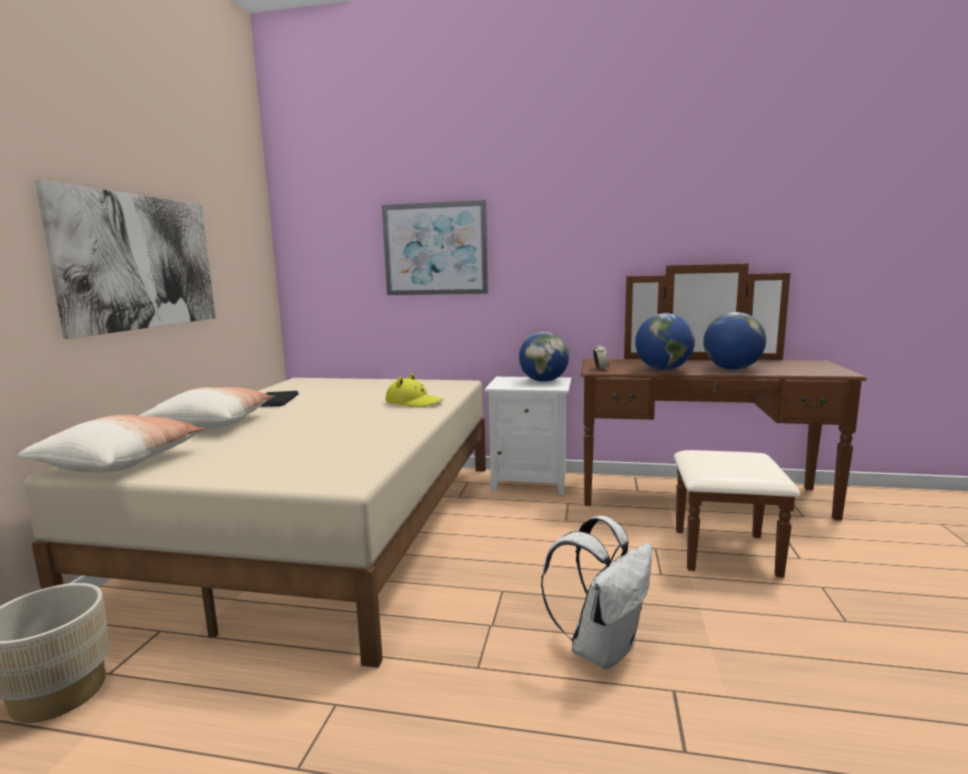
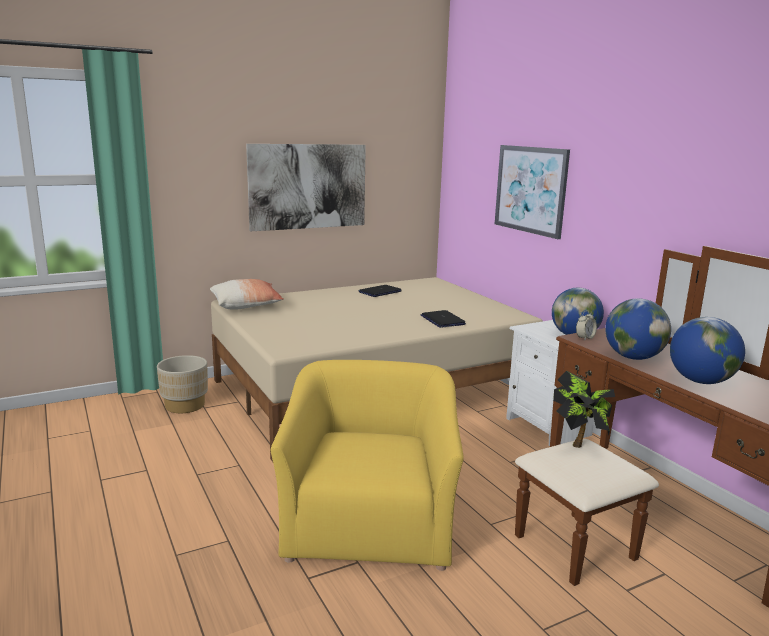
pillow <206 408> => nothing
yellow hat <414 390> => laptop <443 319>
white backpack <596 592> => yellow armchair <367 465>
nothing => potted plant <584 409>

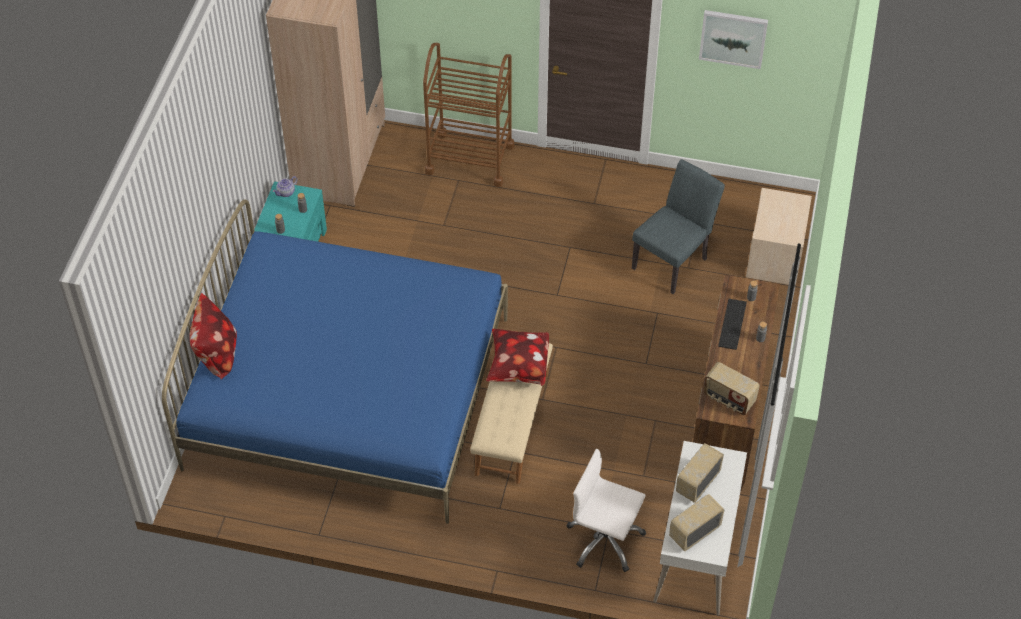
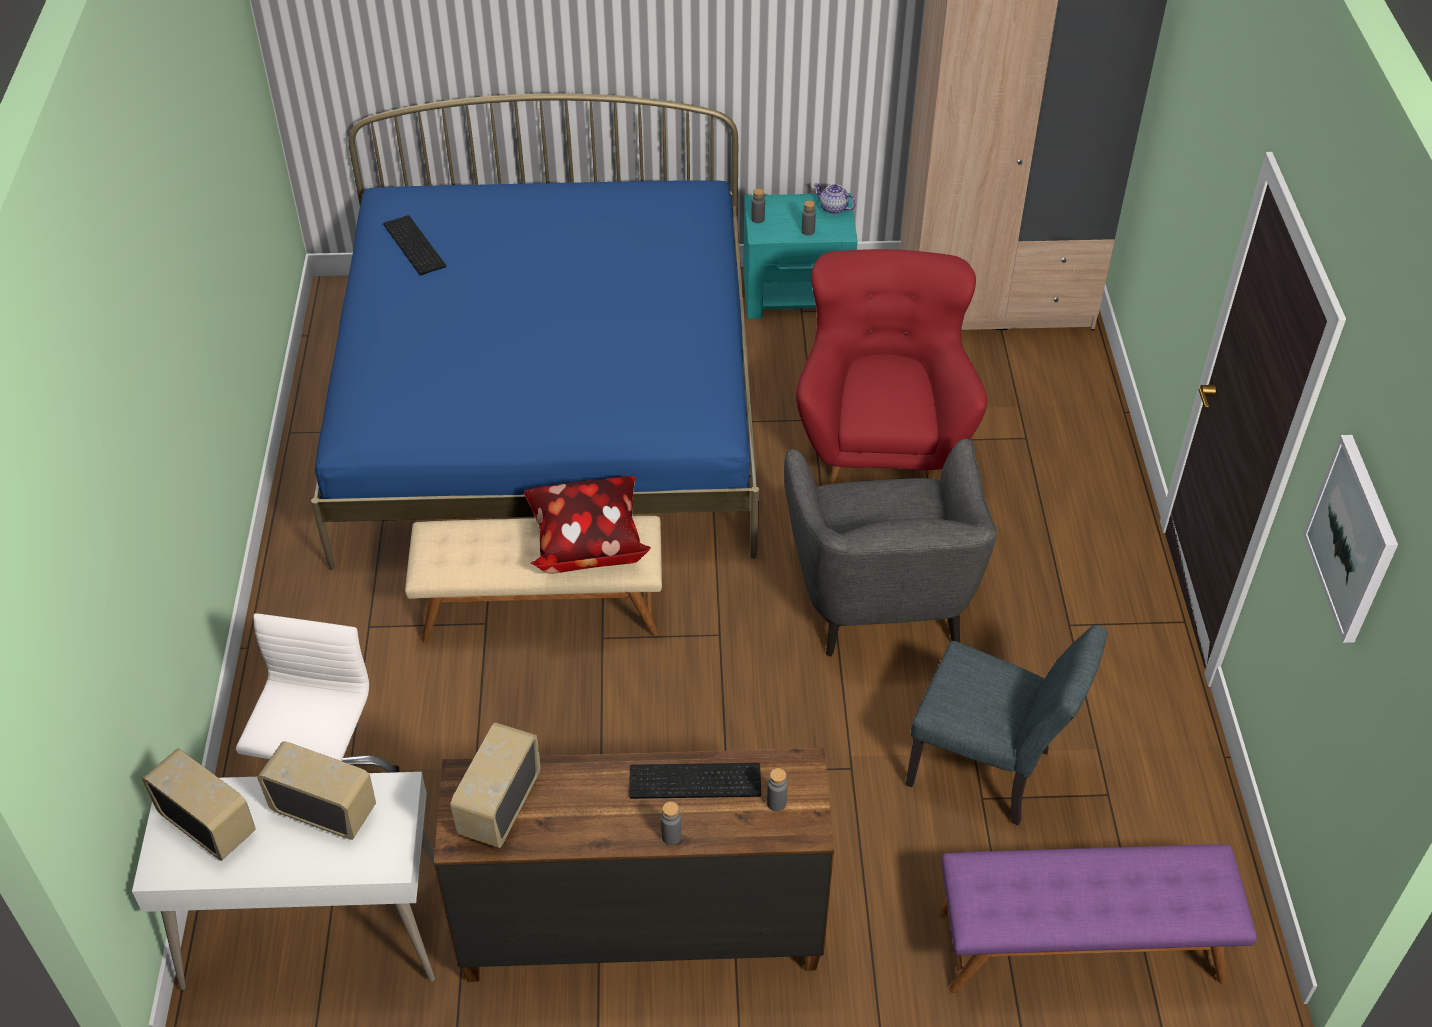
pillow <213 336> => nothing
brown cart <468 115> => nothing
beige nightstand <779 236> => purple bench <1098 918>
nothing => keyboard <414 245>
nothing => grey armchair <890 547>
nothing => red armchair <891 366>

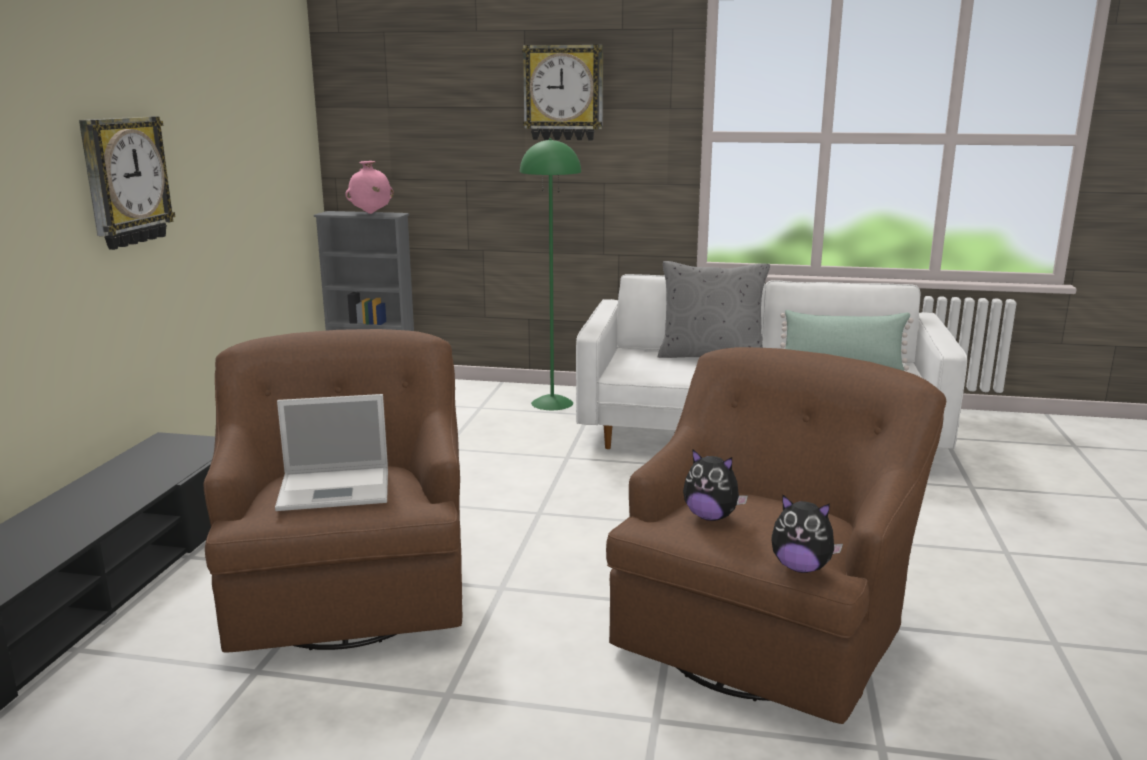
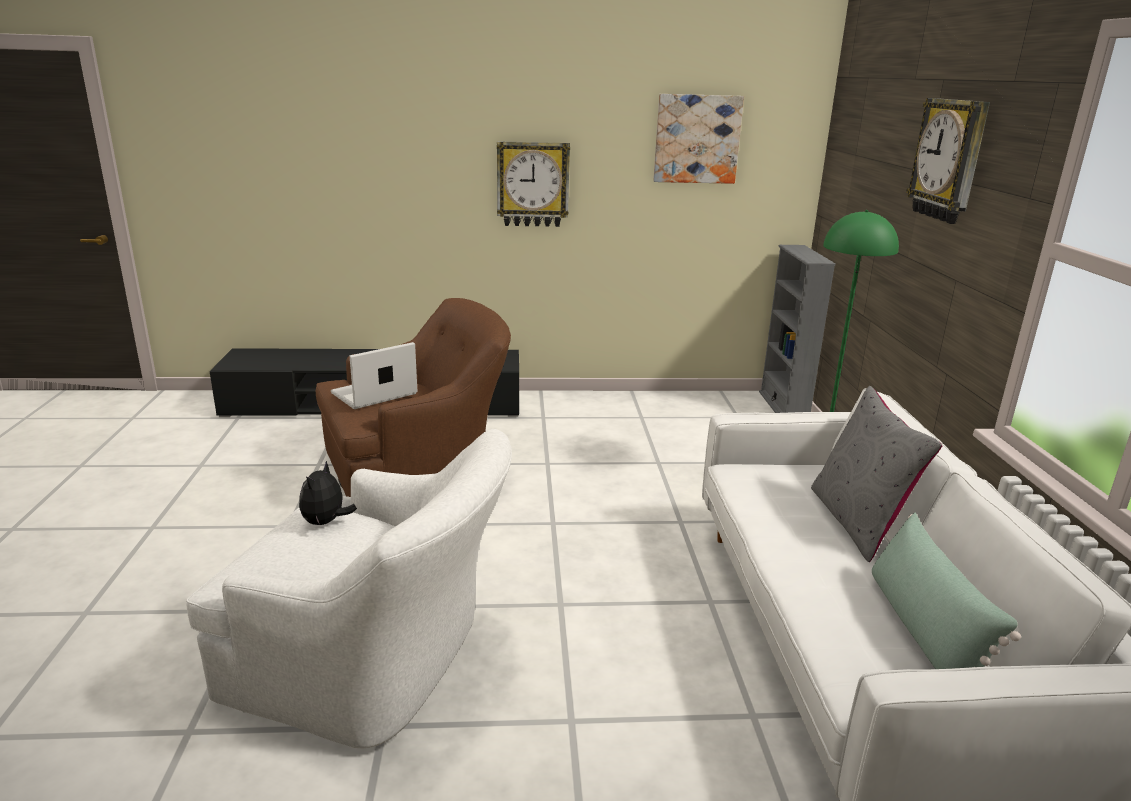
laptop <331 452> => laptop <374 375>, 75 degrees clockwise
pink vase <369 187> => nothing
brown armchair <776 535> => white armchair <349 588>
plush toy <807 534> => nothing
nothing => picture <698 139>

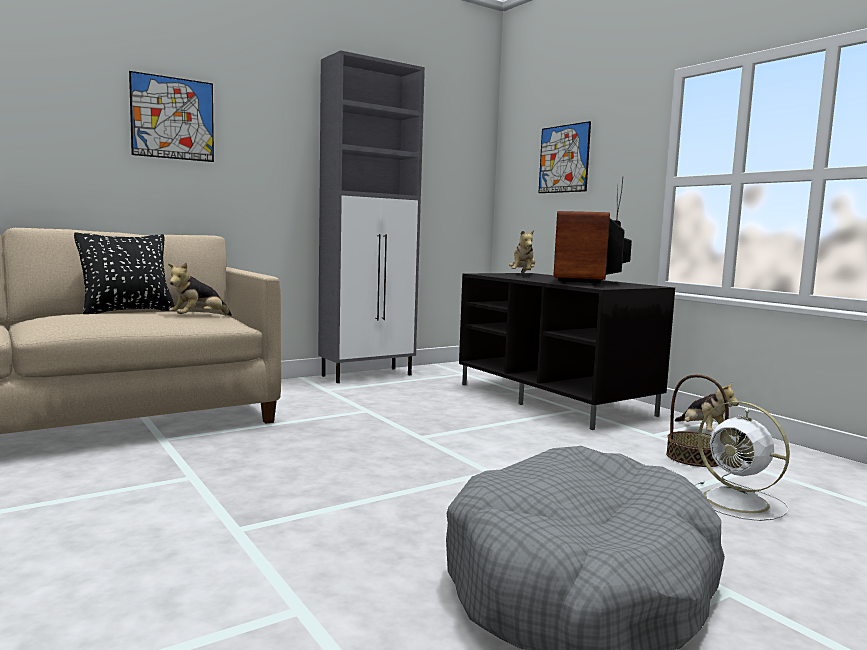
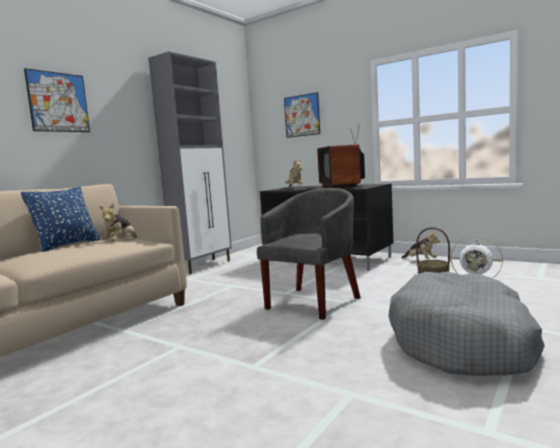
black pillow <124 273> => blue pillow <60 219>
nothing => grey armchair <309 254>

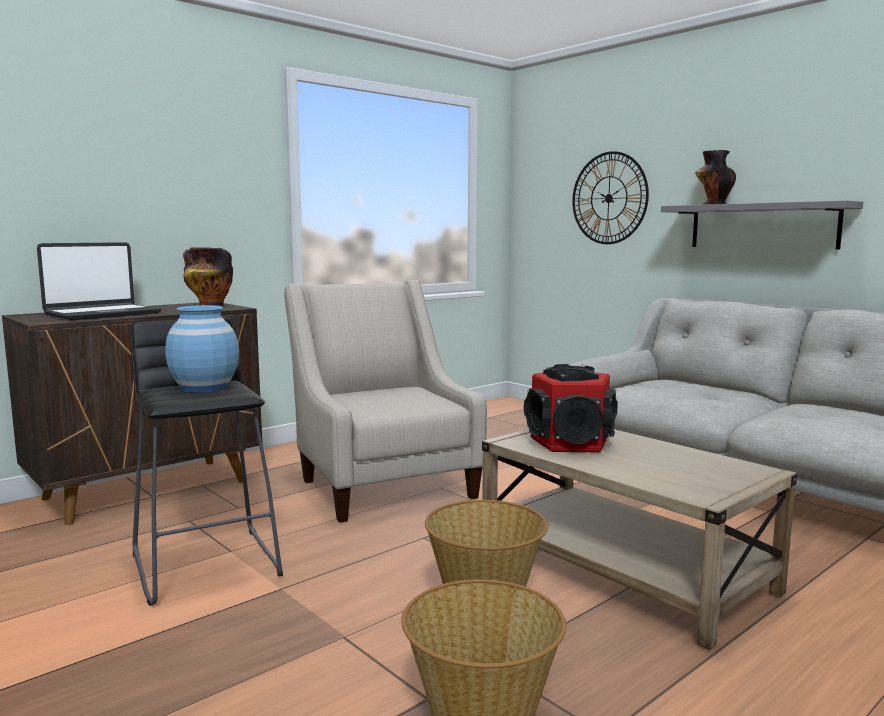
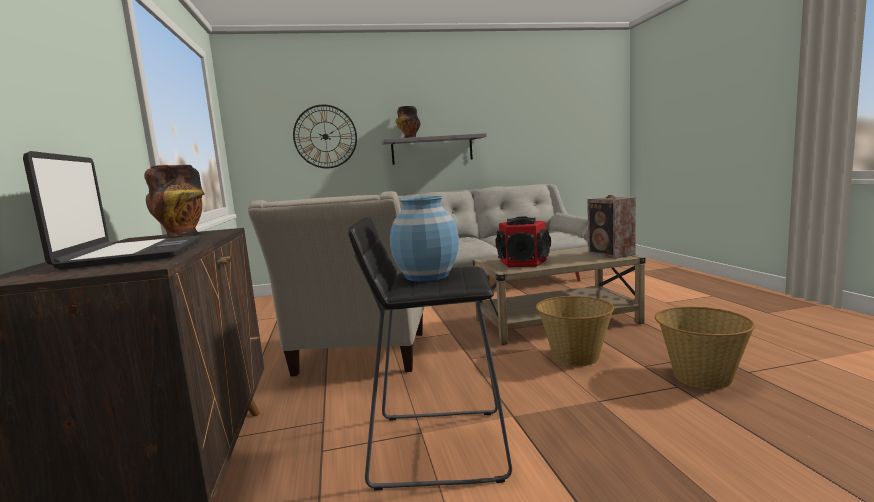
beige armchair <385 401> => beige armchair <336 283>, 90 degrees counterclockwise
nothing => speaker <611 227>

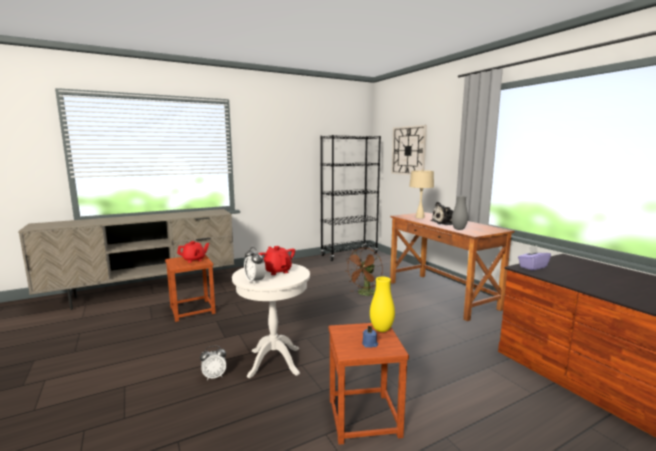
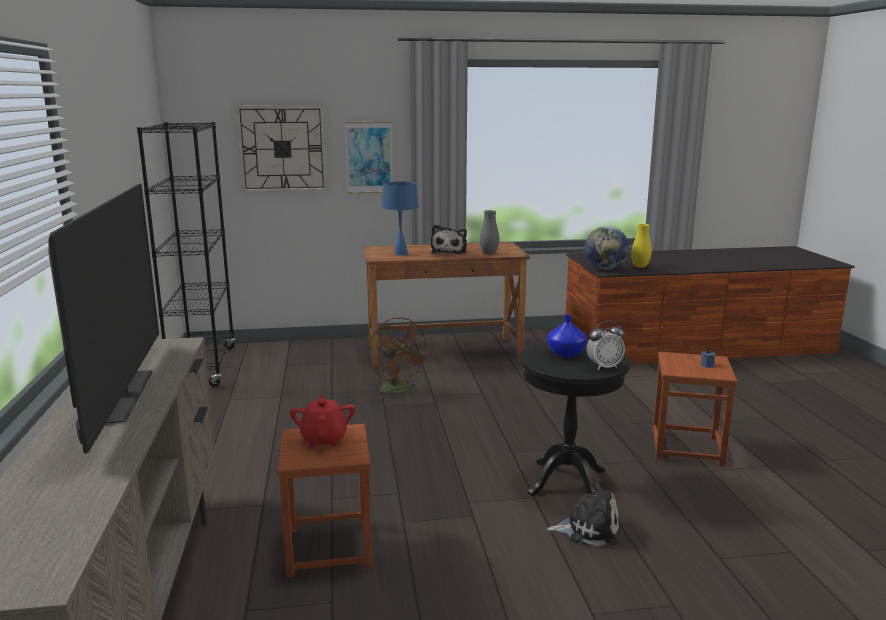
alarm clock <213 363> => plush toy <583 514>
white side table <271 321> => black side table <575 418>
red teapot <276 260> => blue vase <567 336>
yellow vase <382 304> => yellow vase <641 246>, moved
beige table lamp <421 194> => blue table lamp <400 218>
purple tissue box <534 257> => globe <607 248>
nothing => television <103 318>
nothing => picture <369 158>

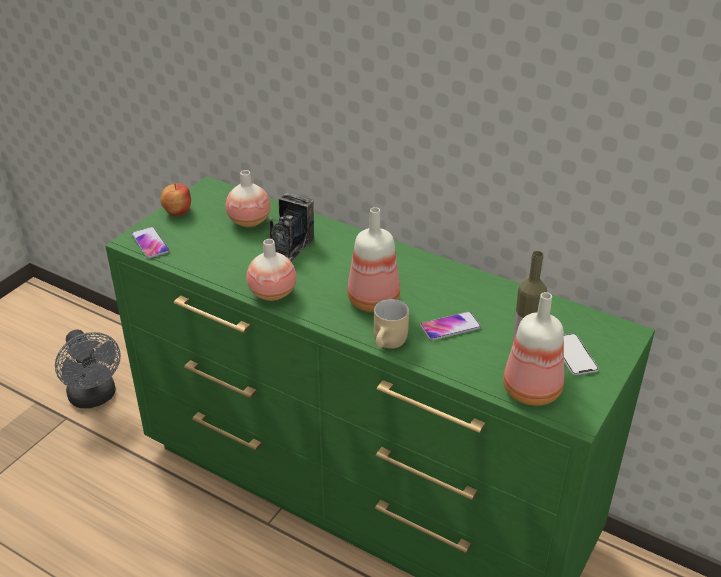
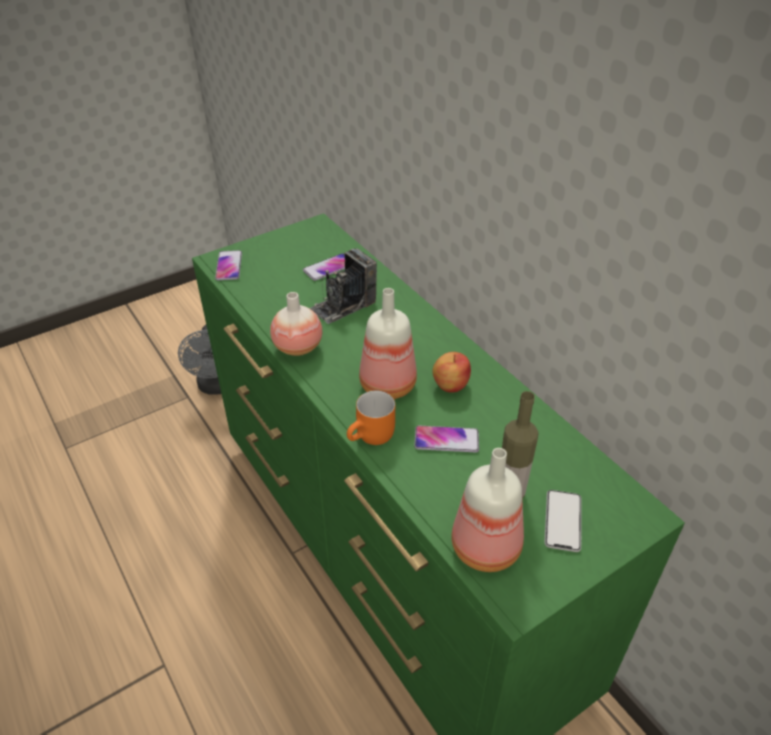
apple <175 199> => apple <451 372>, moved
vase <248 198> => phone <324 267>
beige mug <391 324> => orange mug <371 417>

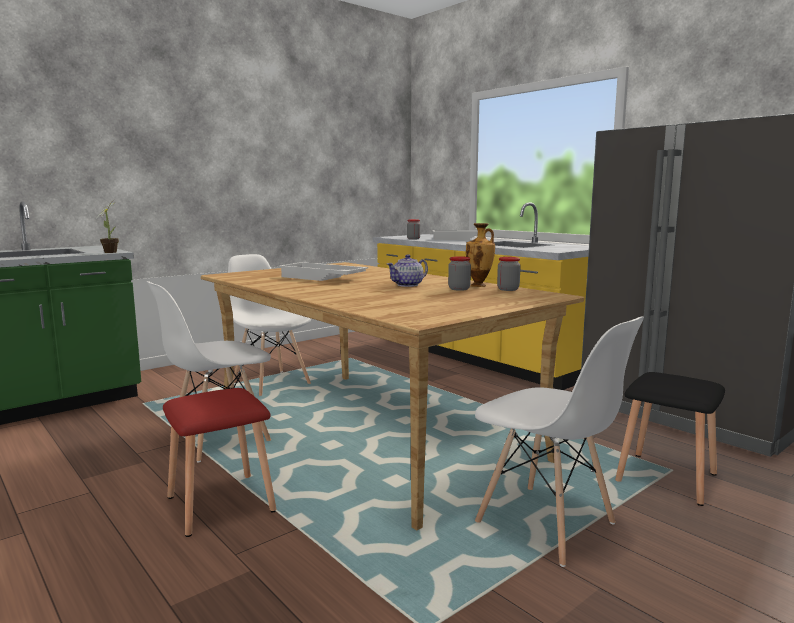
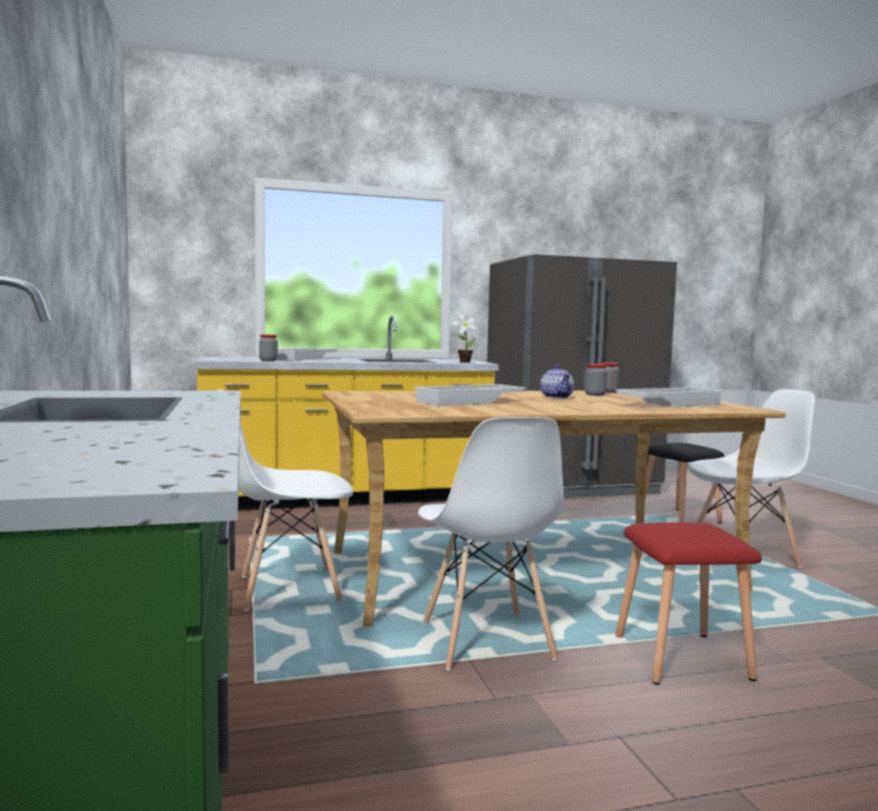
potted plant <107 226> => potted plant <464 338>, moved
vase <480 255> => nothing
nothing => white tray <669 397>

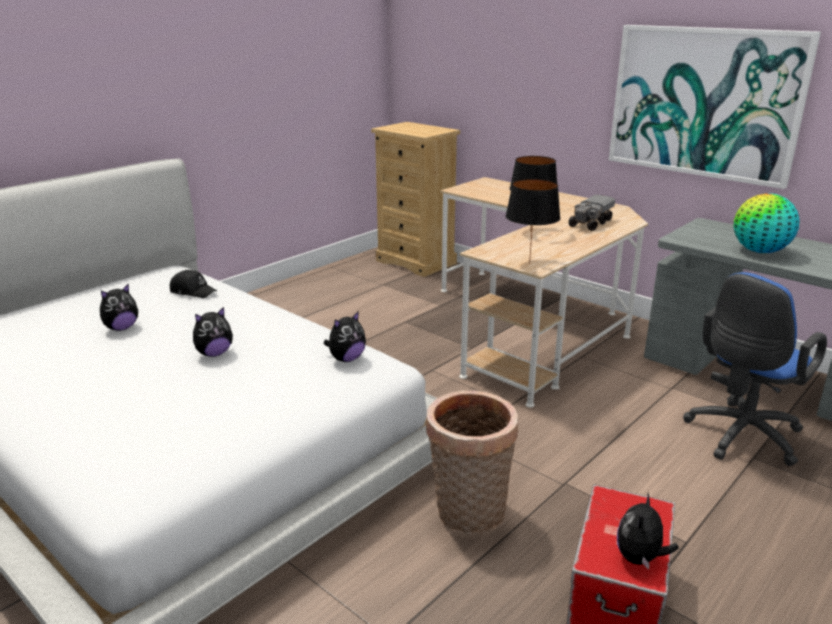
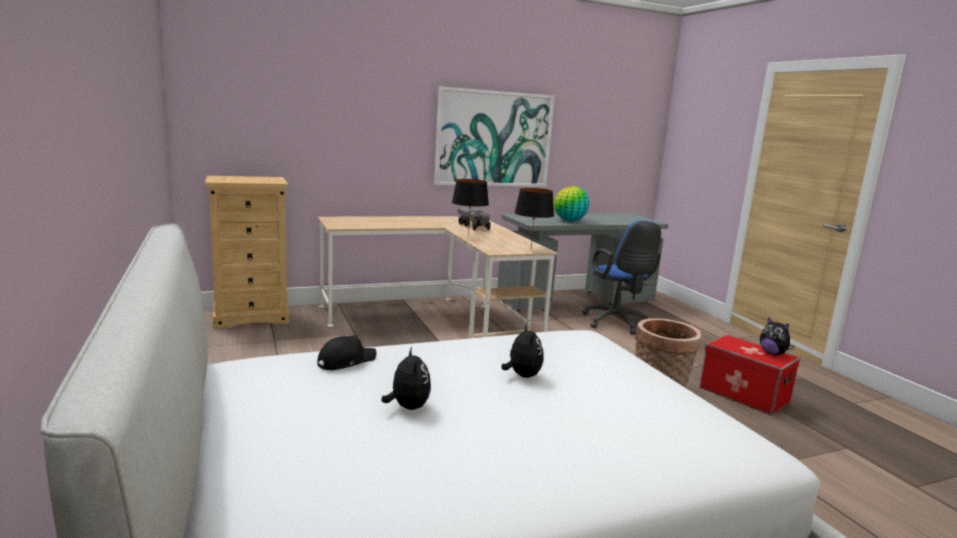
plush toy <344 336> => nothing

